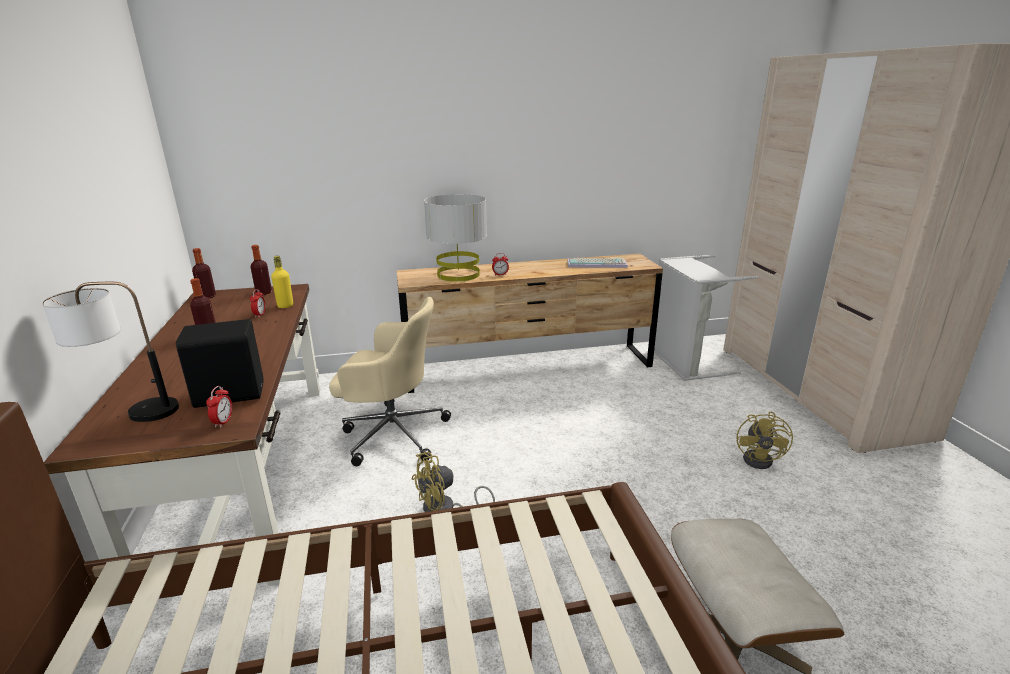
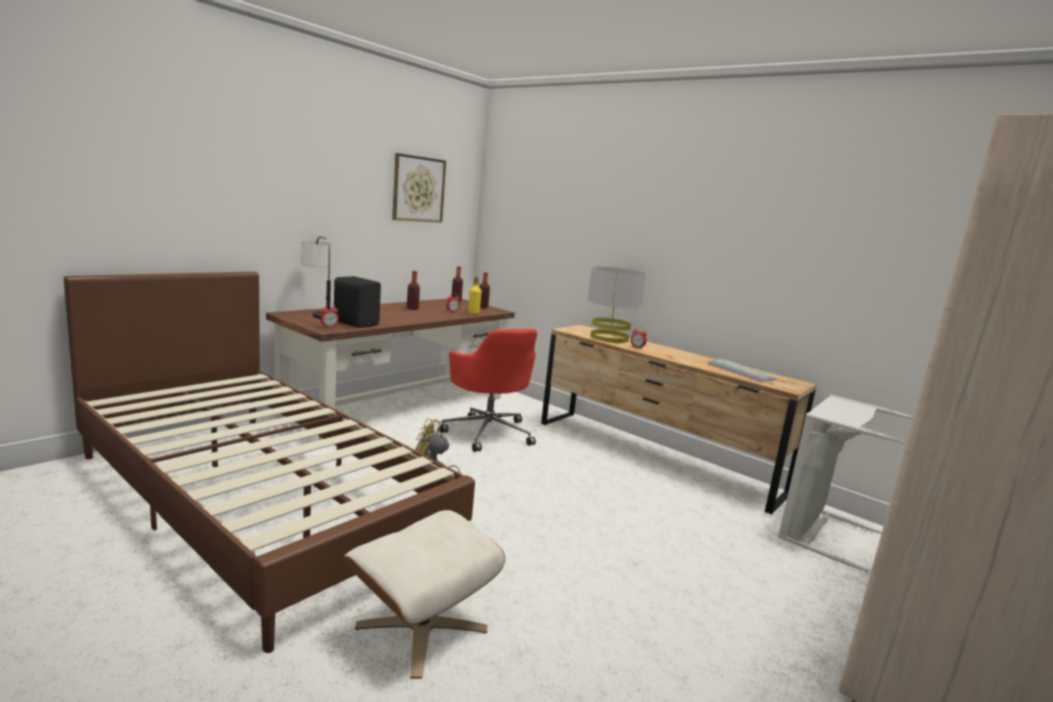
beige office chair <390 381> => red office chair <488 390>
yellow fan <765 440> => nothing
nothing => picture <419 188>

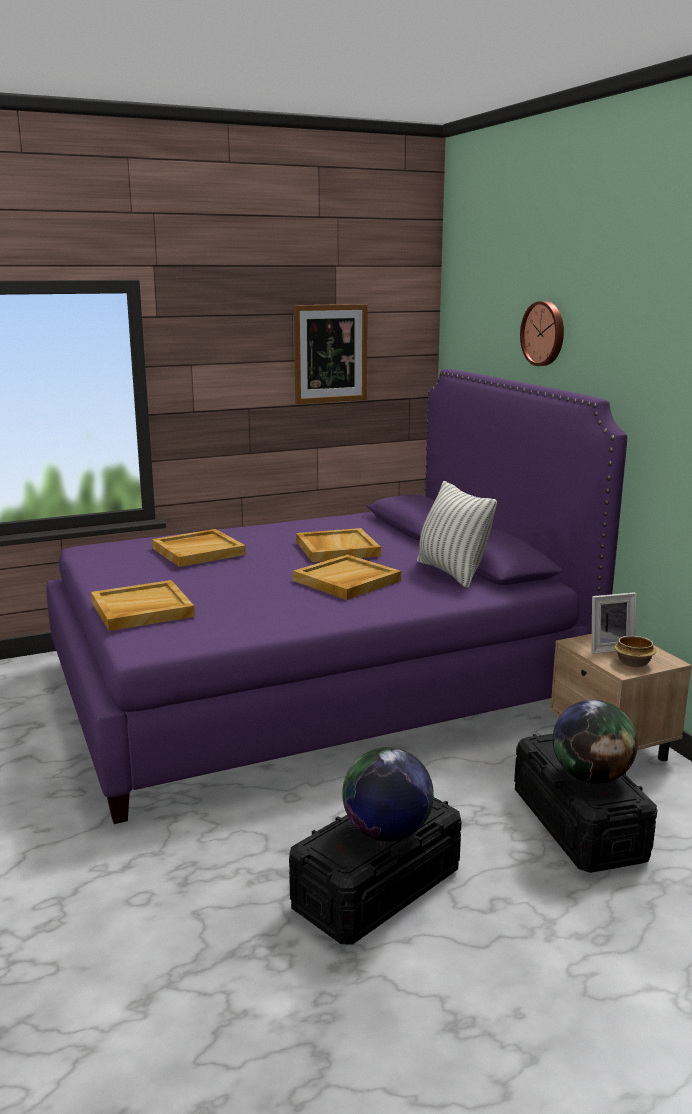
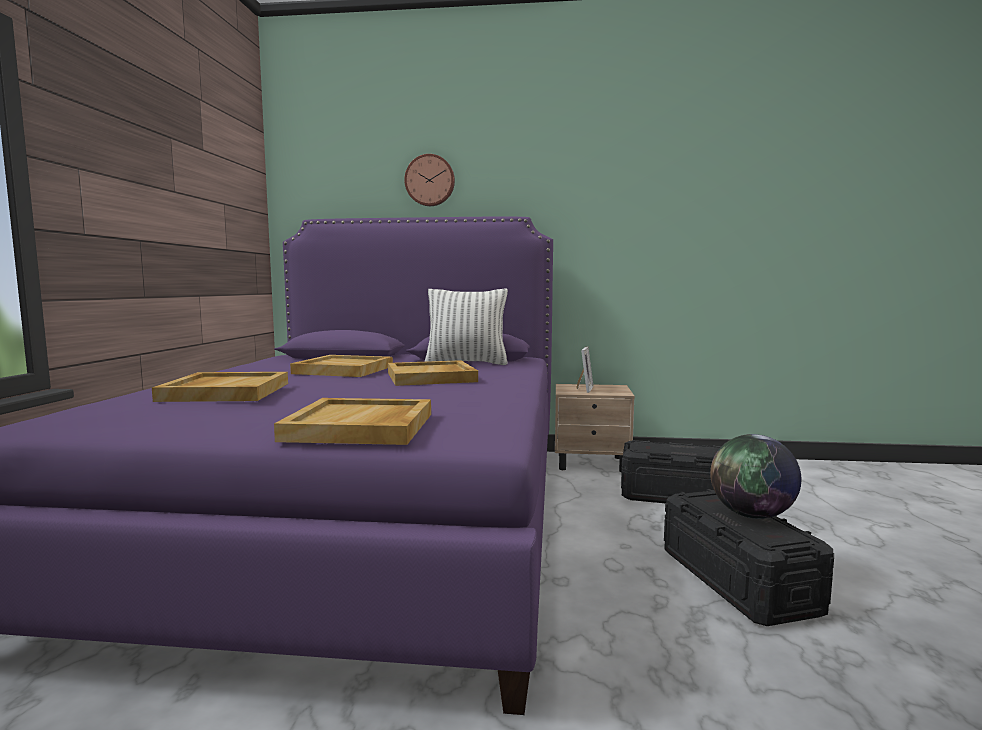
picture <331 354> => nothing
globe <595 742> => nothing
bowl <635 651> => nothing

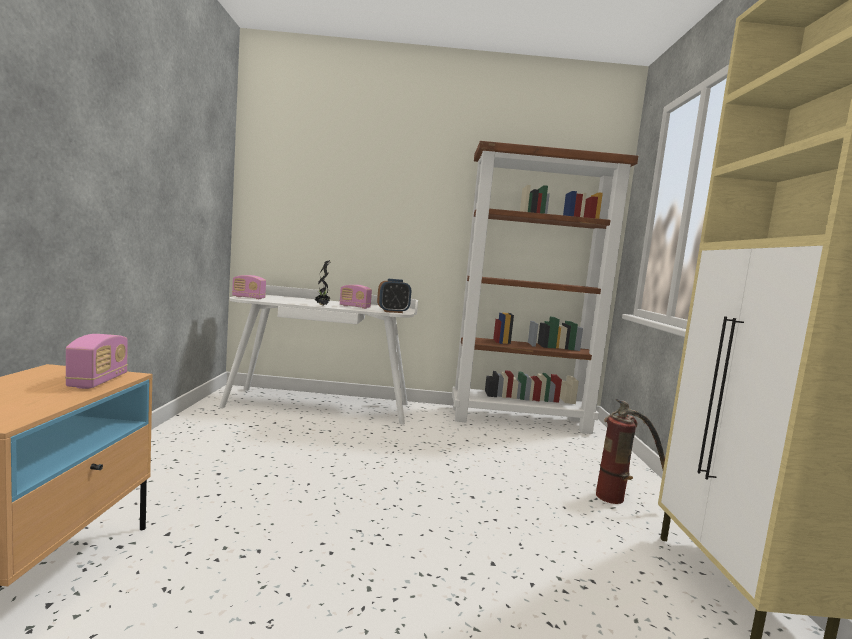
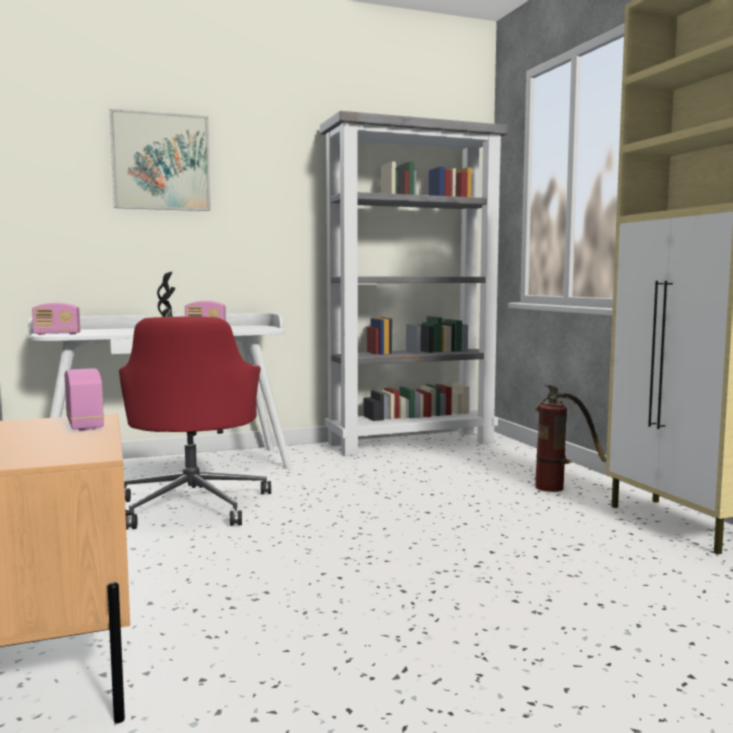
alarm clock <394 296> => nothing
brown bookcase <545 287> => grey bookcase <414 283>
nothing => picture <160 160>
nothing => red office chair <195 423>

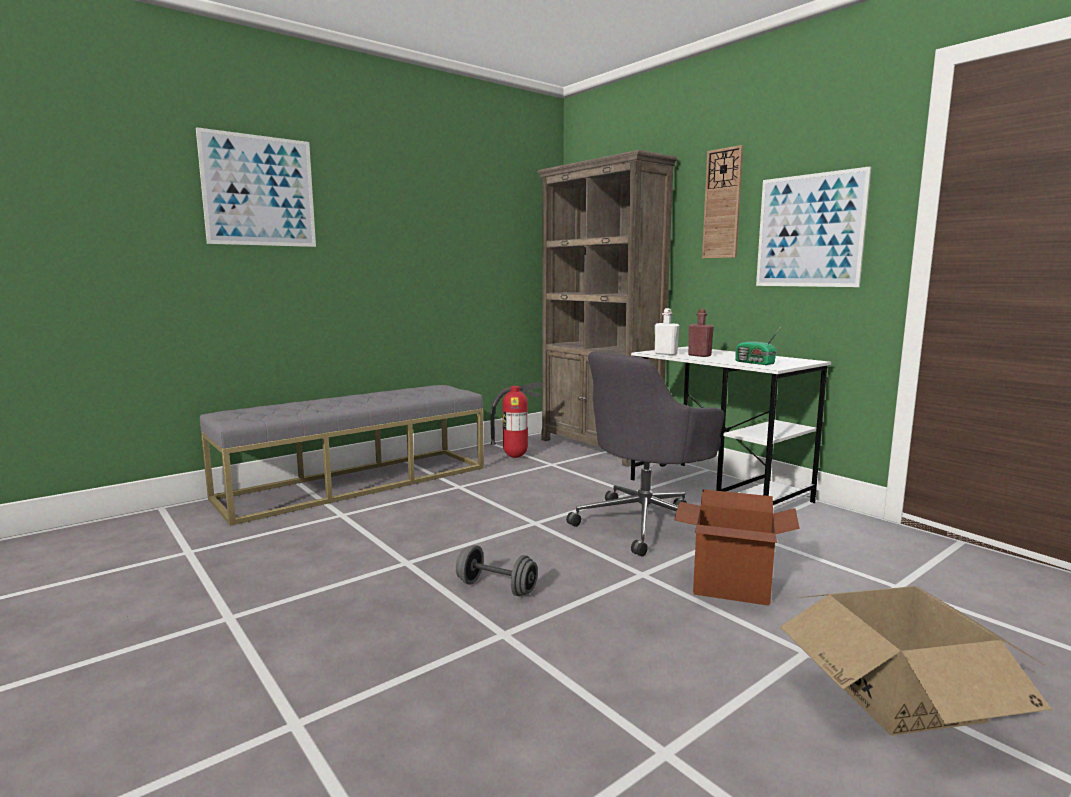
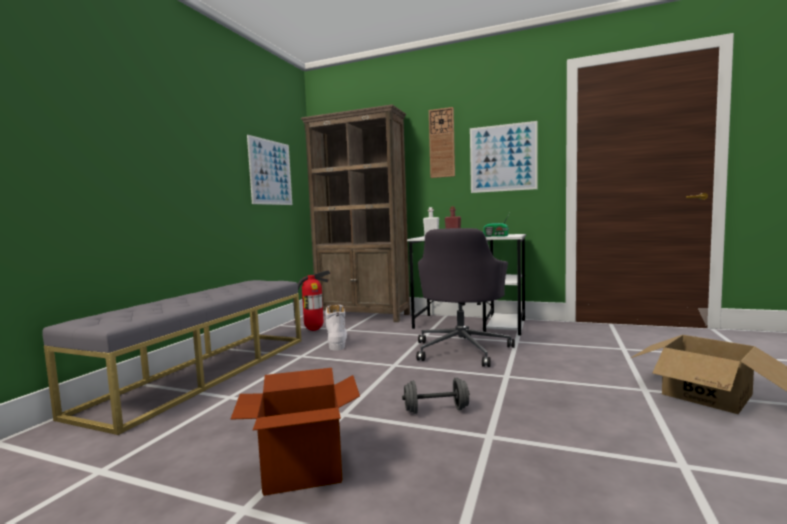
picture <256 187> => picture <269 170>, moved
cardboard box <737 547> => cardboard box <295 432>, moved
nothing => white boot <336 327>

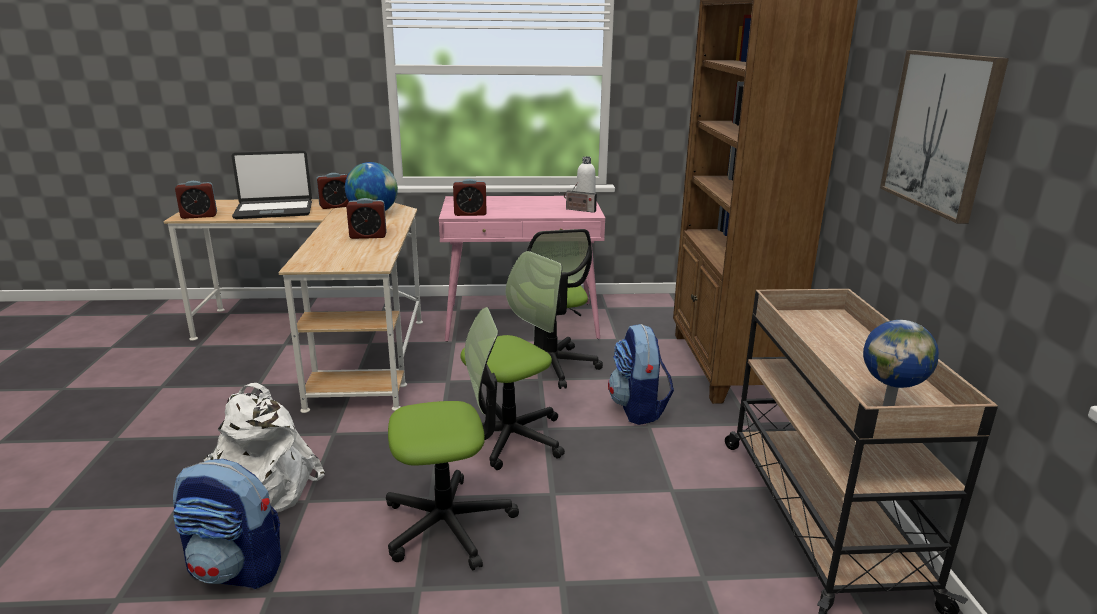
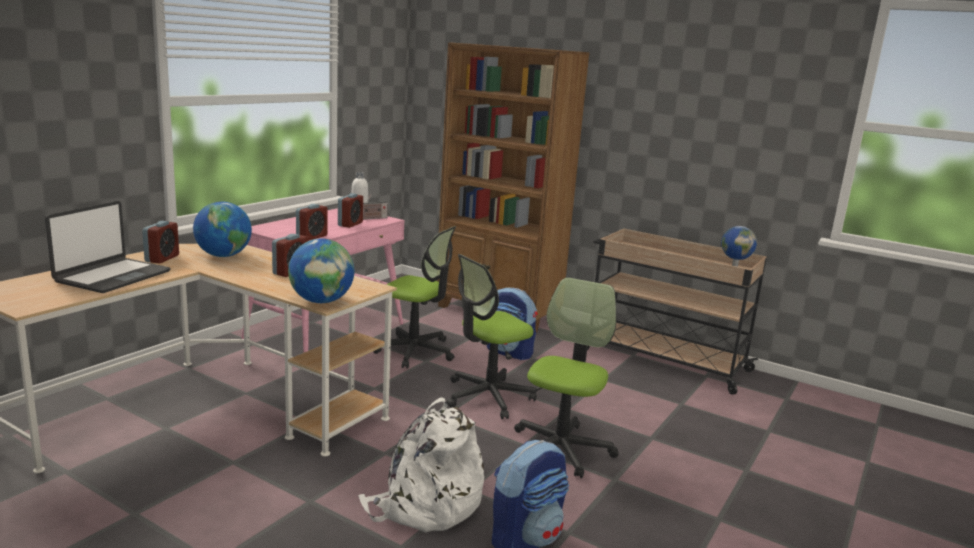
alarm clock <196 200> => alarm clock <350 210>, moved
office chair <512 360> => office chair <491 336>, 120 degrees counterclockwise
picture <944 137> => nothing
nothing => globe <321 270>

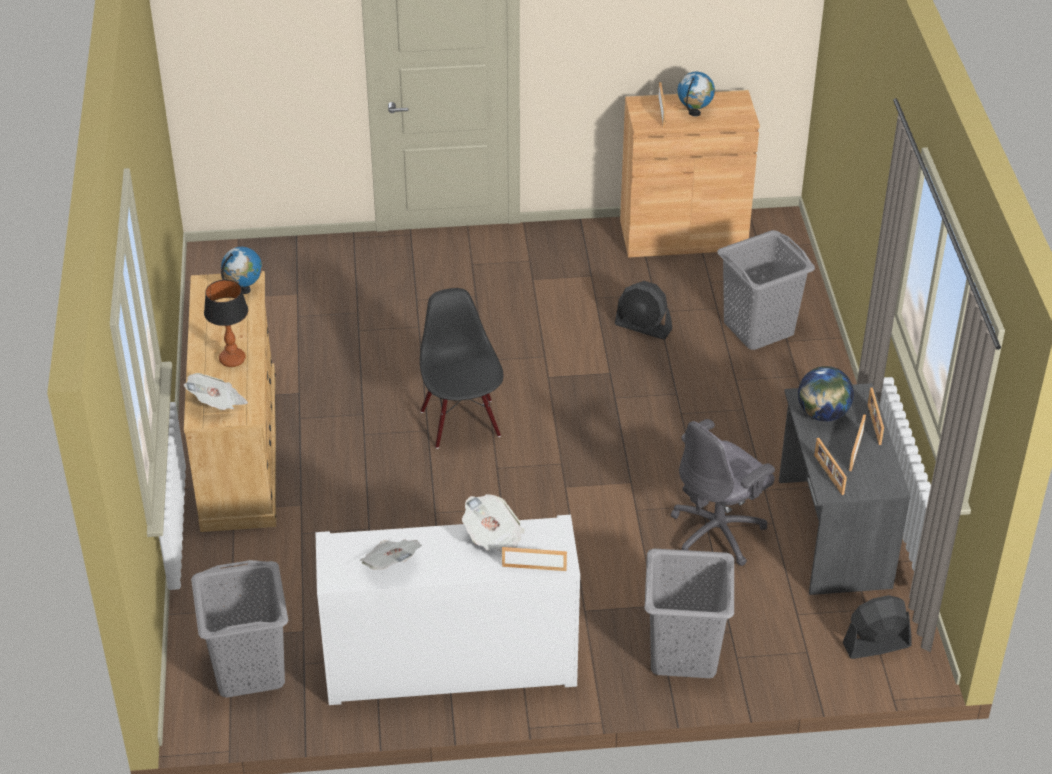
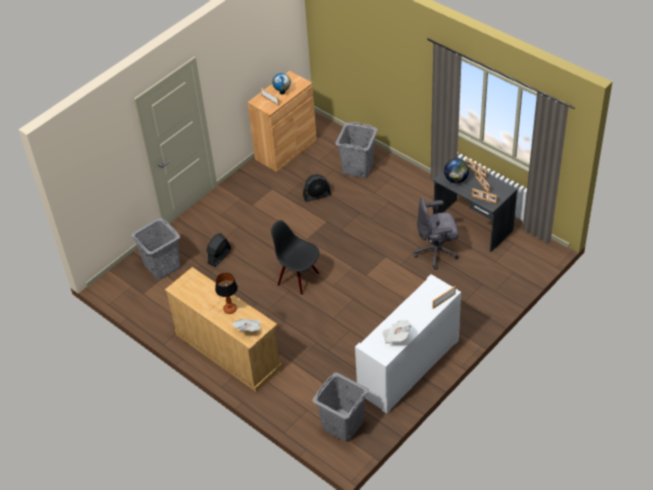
globe <241 270> => nothing
newspaper <493 523> => nothing
grey laundry basket <689 613> => grey laundry basket <155 249>, moved
grey office chair <722 492> => grey office chair <436 233>, 75 degrees clockwise
black fan <877 627> => black fan <218 250>, moved

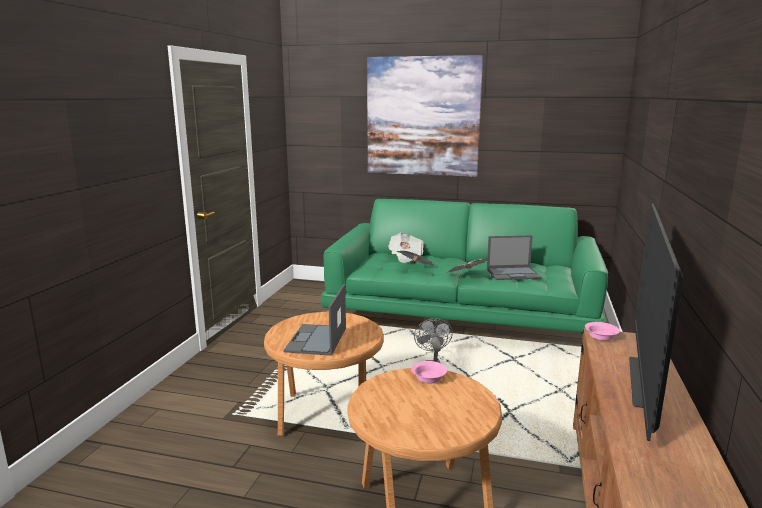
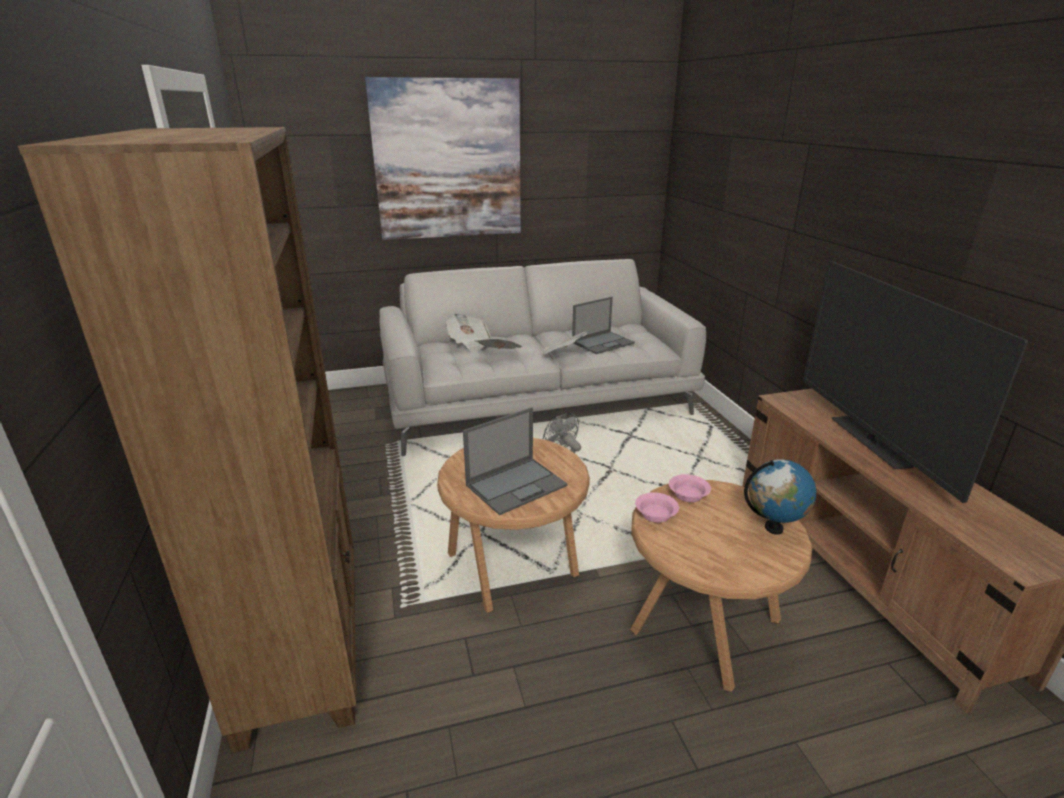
laptop <314 320> => laptop <515 461>, 105 degrees counterclockwise
green sofa <464 267> => grey sofa <542 357>
pink bowl <602 331> => pink bowl <657 507>, moved
nothing => brown bookcase <187 440>
nothing => globe <780 497>

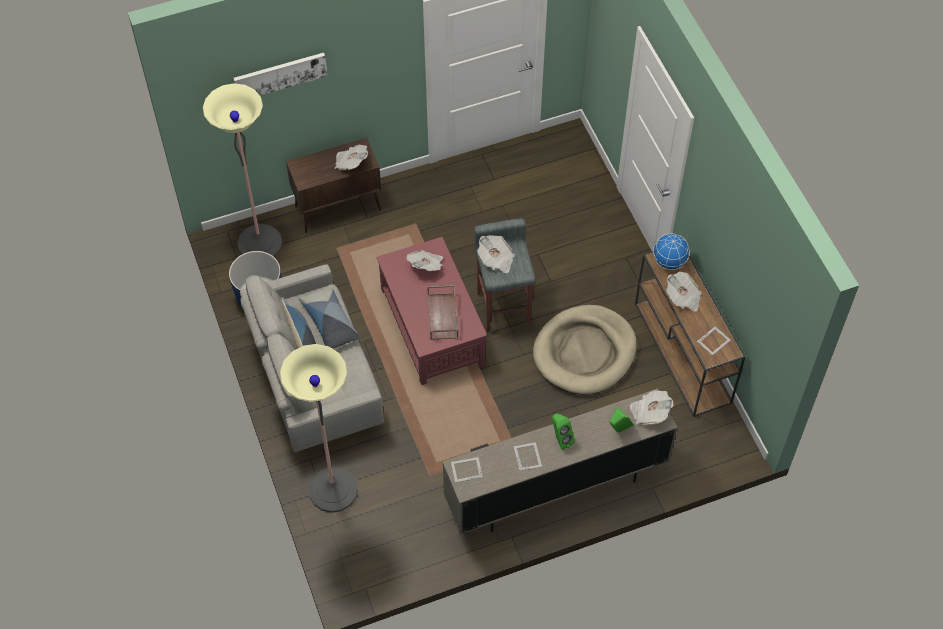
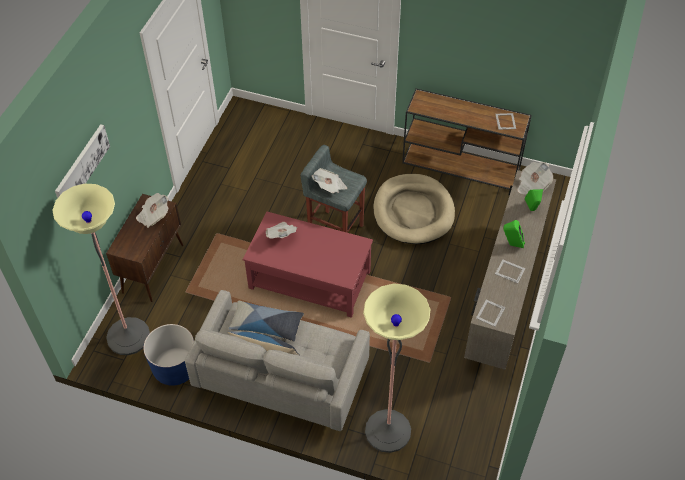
brown tray <442 312> => nothing
globe <671 252> => nothing
newspaper <684 292> => nothing

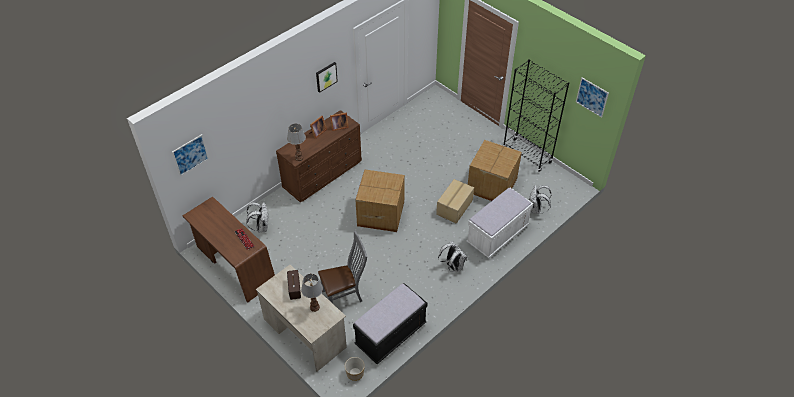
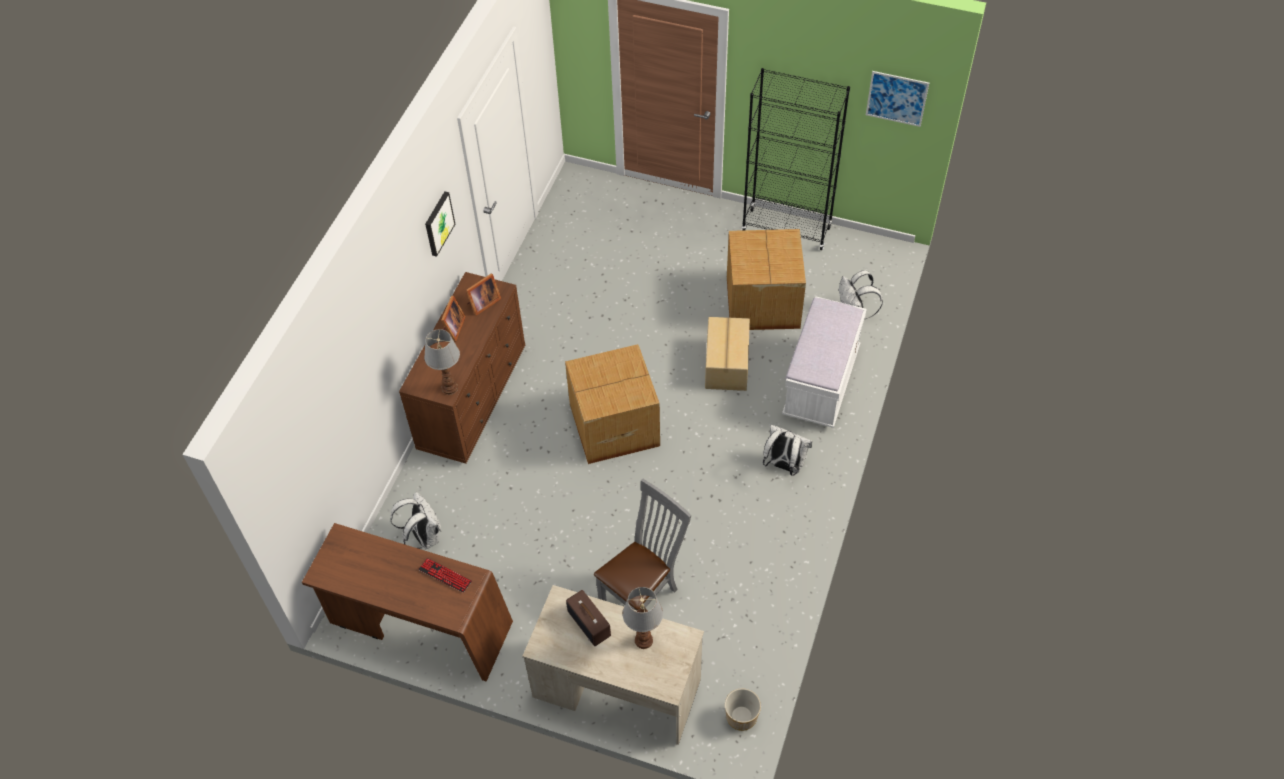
picture <190 155> => nothing
black bench <390 323> => nothing

